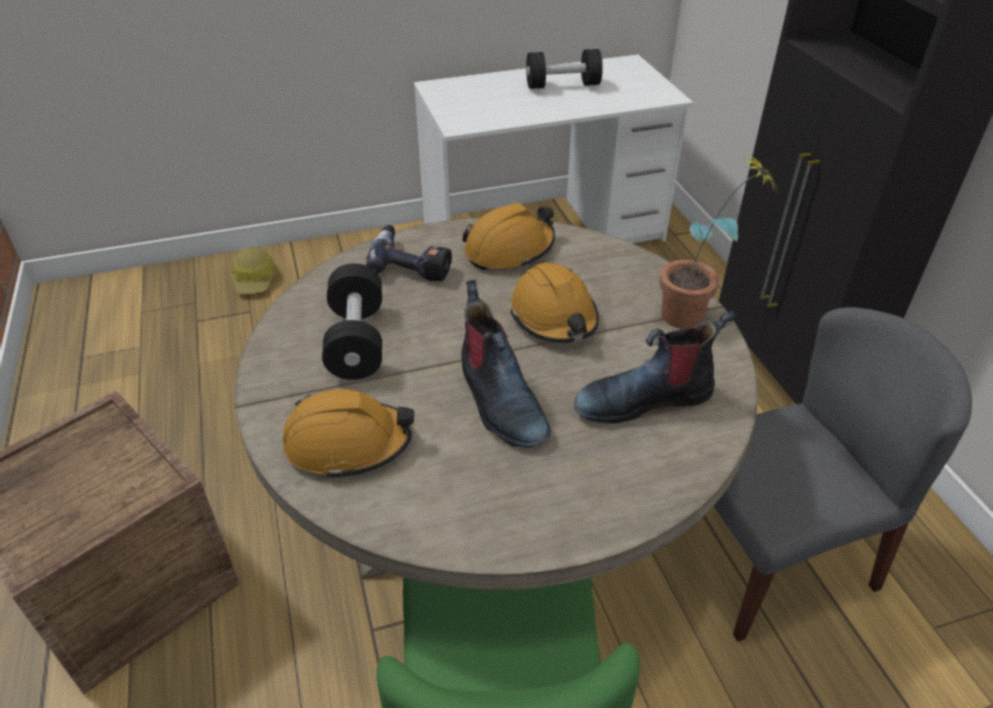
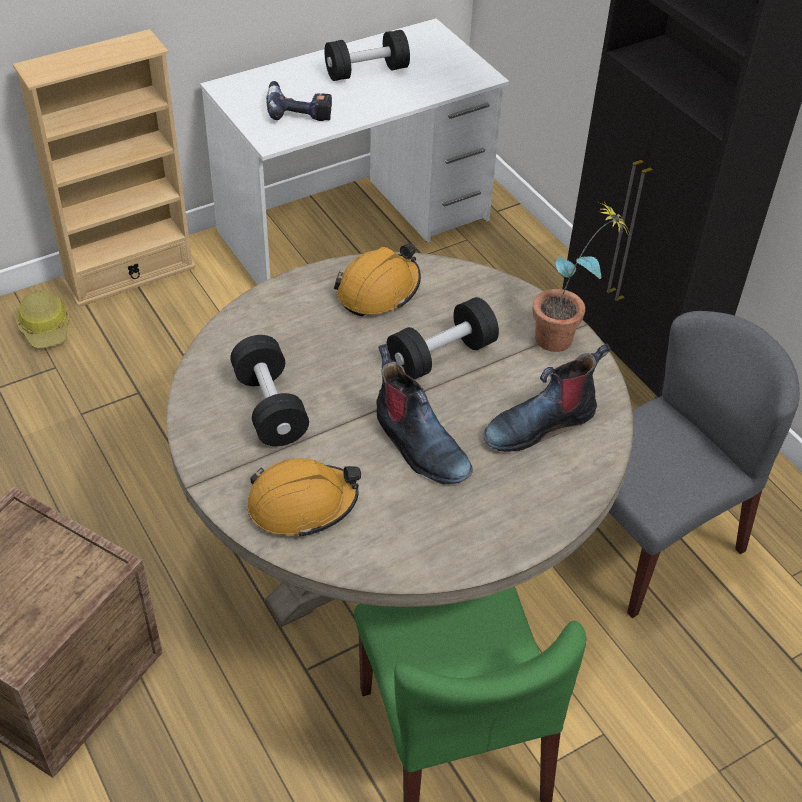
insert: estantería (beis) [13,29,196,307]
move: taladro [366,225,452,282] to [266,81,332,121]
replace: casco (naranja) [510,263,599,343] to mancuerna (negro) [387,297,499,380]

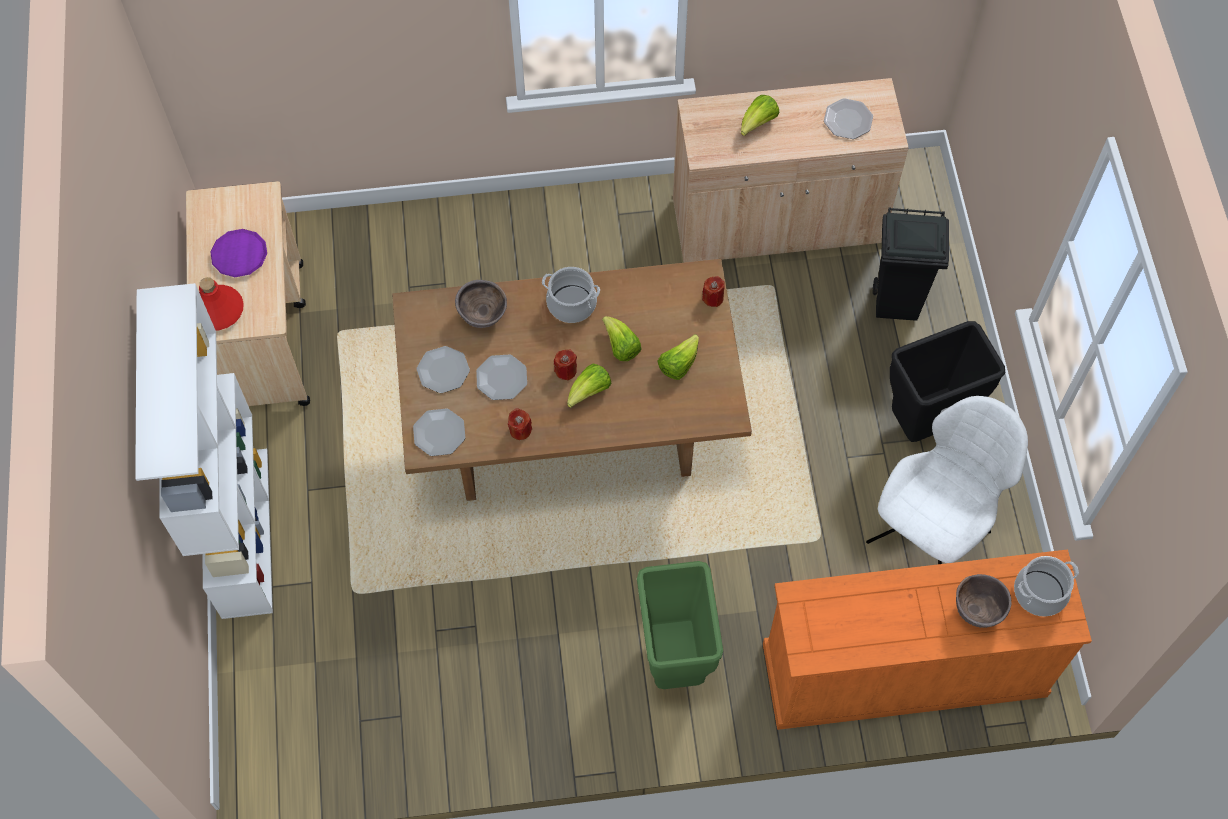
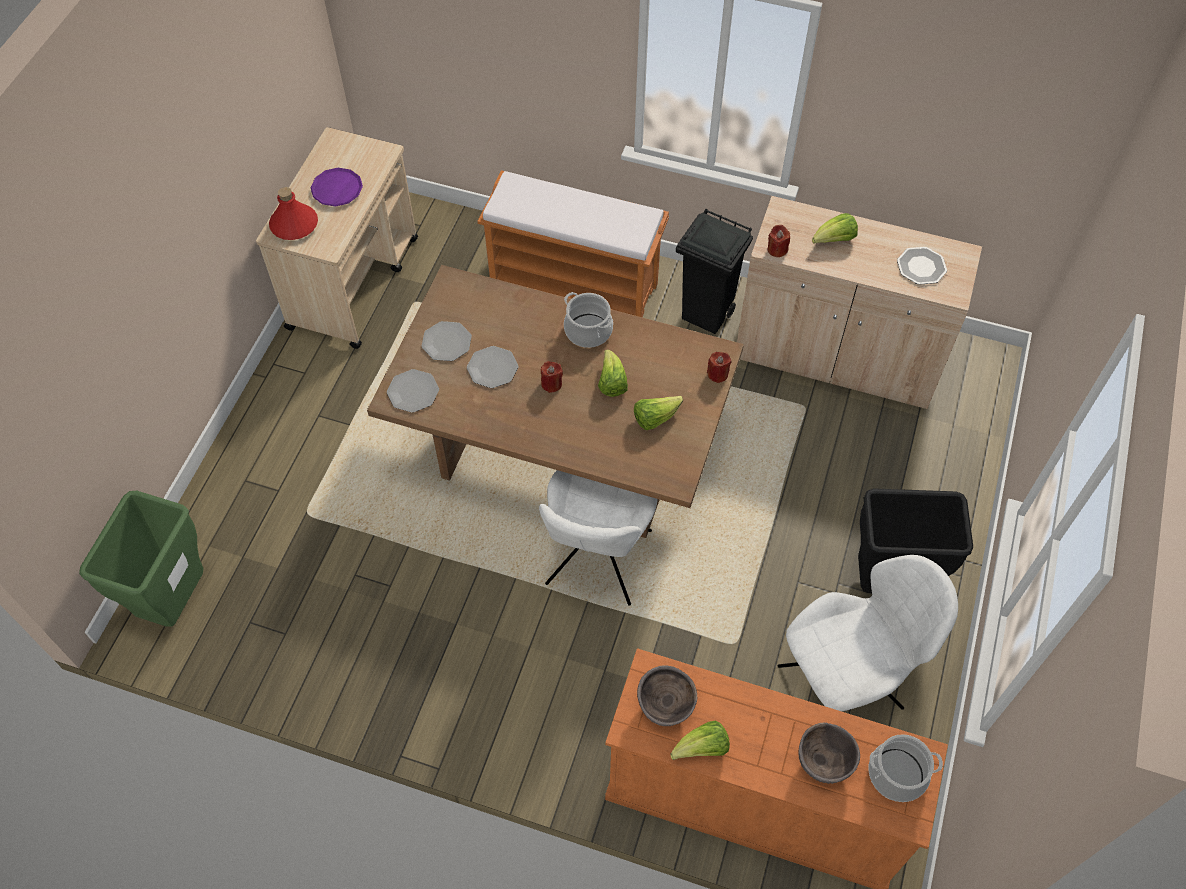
delete: estantería (blanco) [135,283,273,619]
insert: banco (naranja) [477,170,669,318]; silla (blanco) [539,470,658,606]
move: cuenco (marrón) [455,280,507,328] to [637,665,697,726]; vela (rojo) [508,408,532,440] to [768,225,790,257]; lechuga [567,364,612,408] to [671,721,730,760]; papelera (verde) [637,561,723,689] to [79,491,203,626]; papelera (negro) [873,207,949,321] to [676,209,753,334]

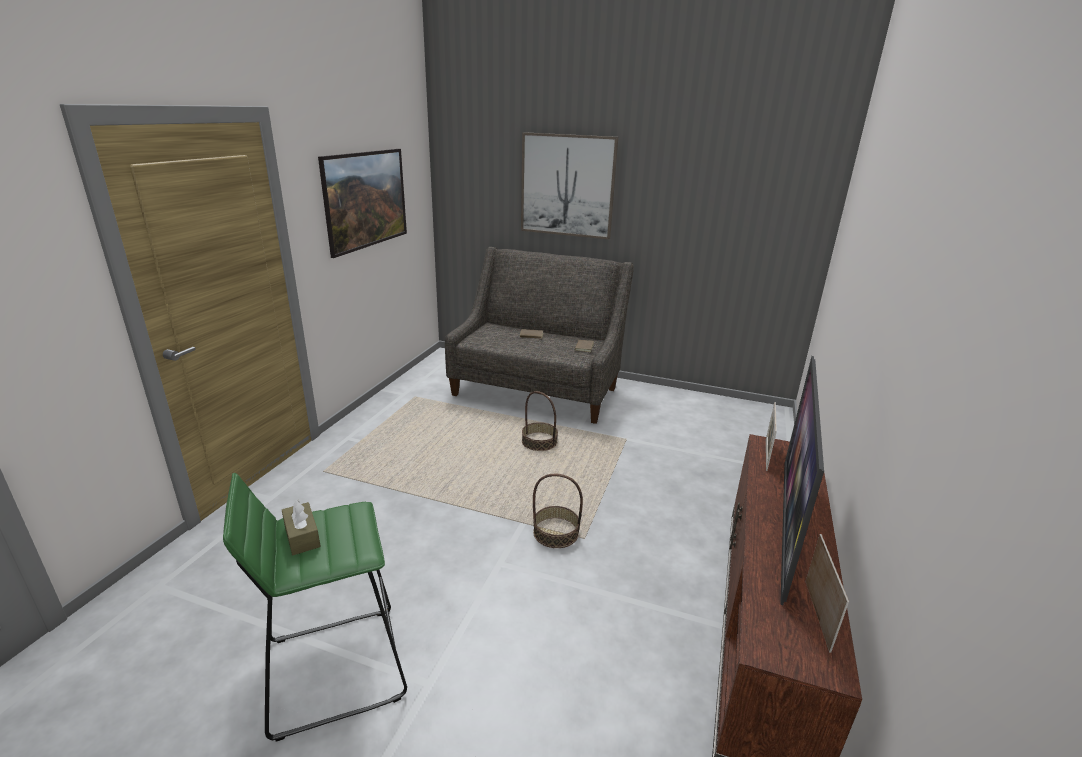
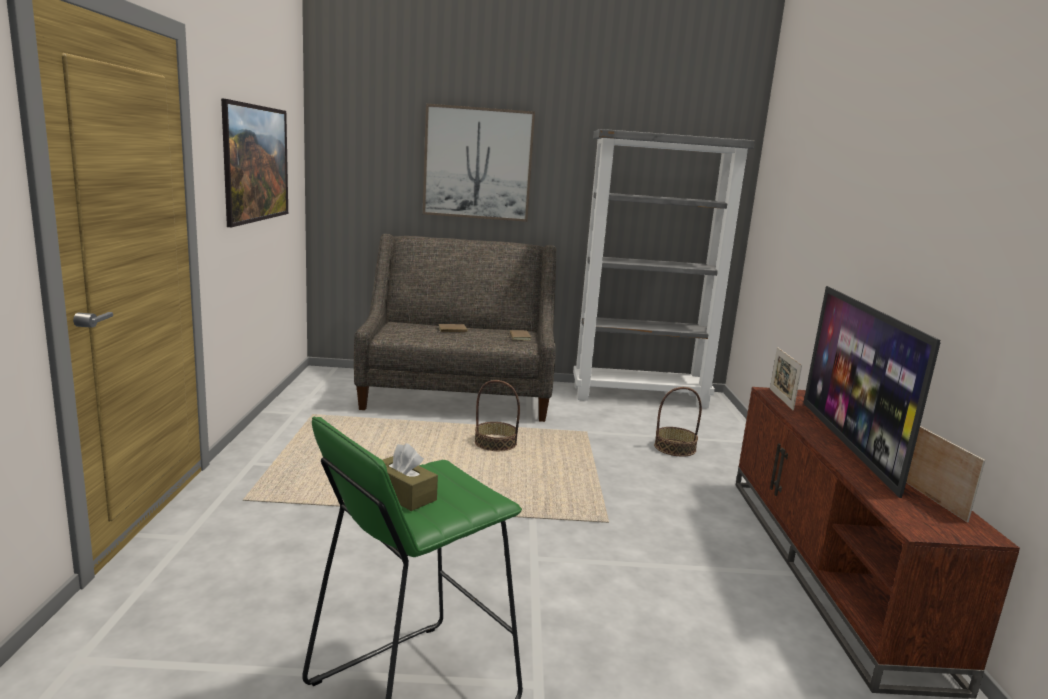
insert: estantería (gris) [573,129,755,408]
move: cesta [533,474,583,548] to [654,387,702,457]

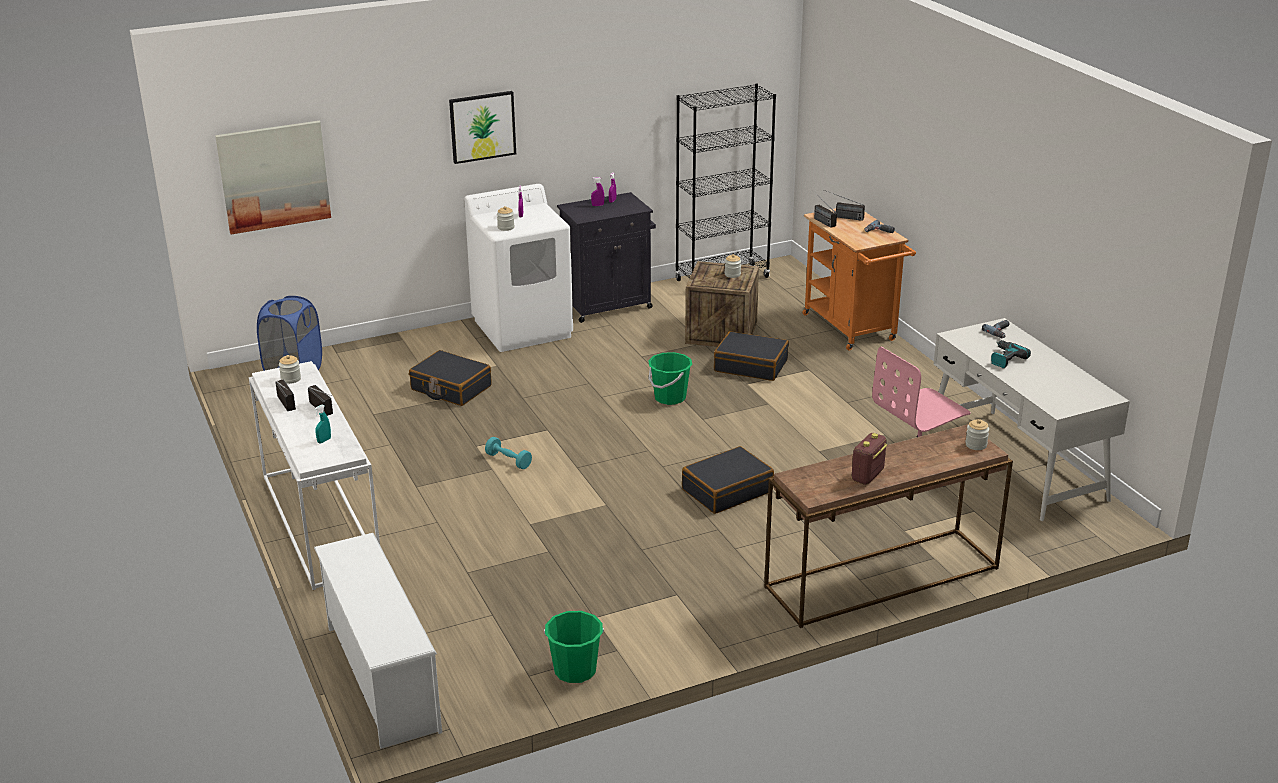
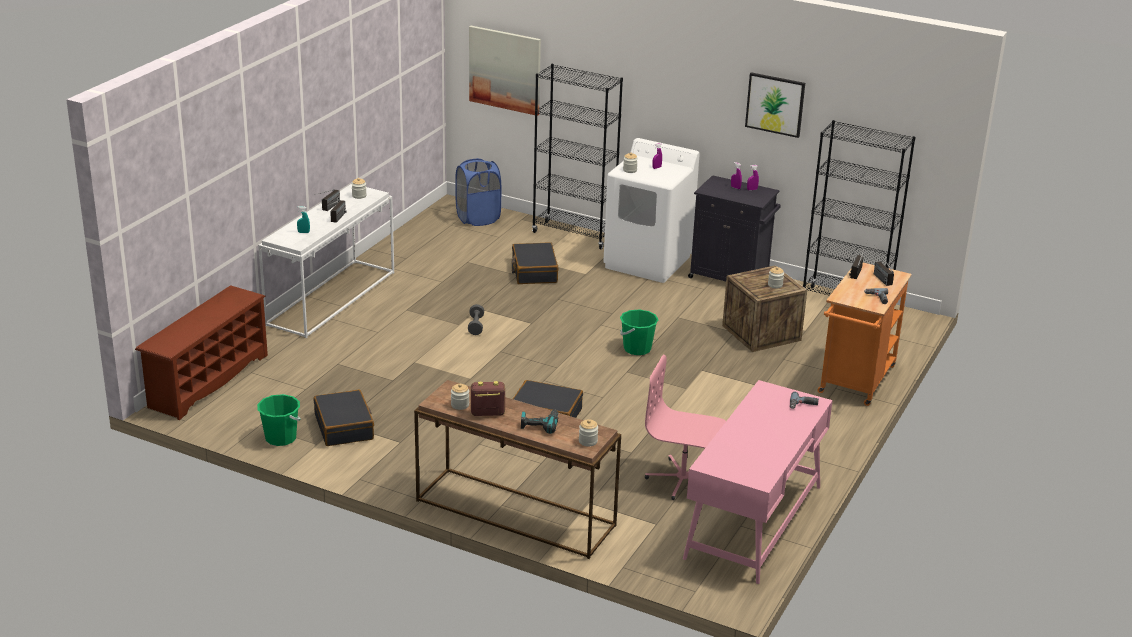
insert: tarro [451,384,469,410]; estantería (negro) [532,64,623,249]
move: cuadro [449,91,516,164] to [745,72,805,138]; maleta (negro) [714,331,789,381] to [314,390,374,446]; taladro [991,340,1031,368] to [521,410,558,434]
recolor: zapatero (blanco) [314,533,442,749] to zapatero (marrón) [135,285,268,420]; mancuerna (turquesa) [485,437,532,469] to mancuerna (gris) [468,304,484,335]; escritorio (blanco) [934,318,1130,521] to escritorio (rosa) [683,380,833,584]

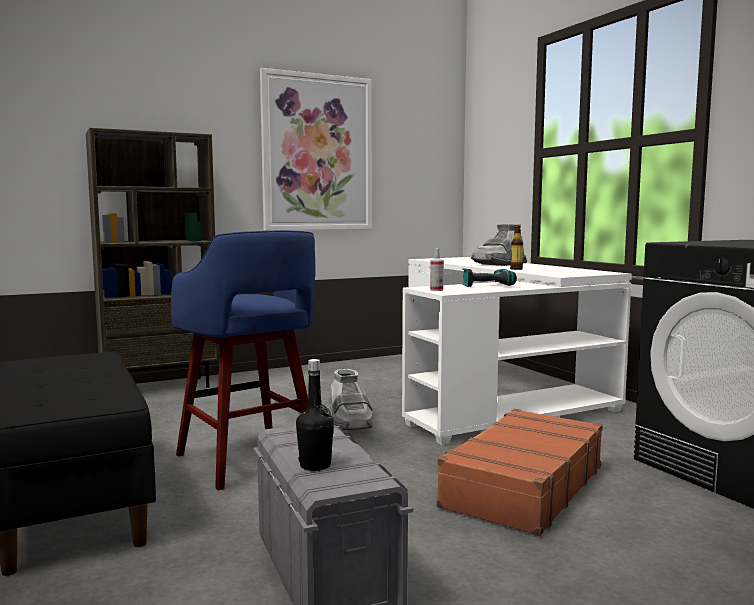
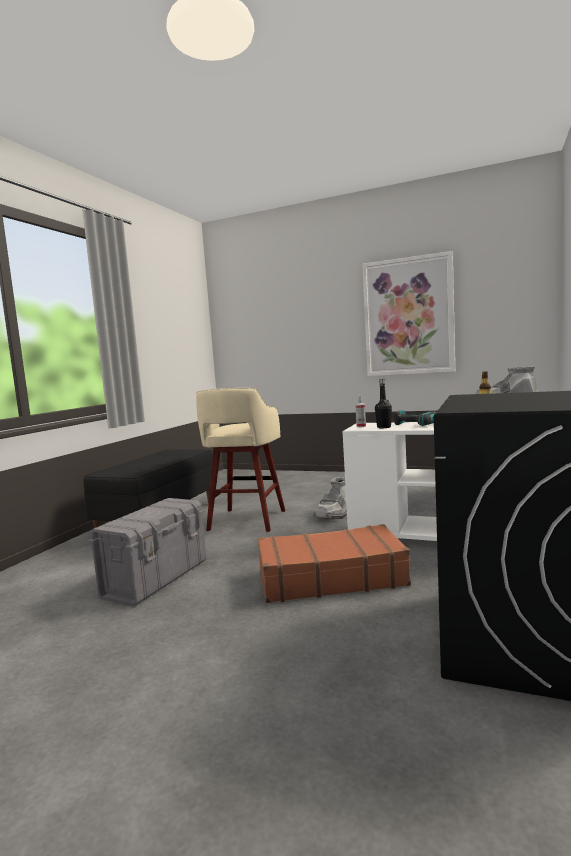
delete: estantería (marrón) [86,128,219,388]
move: botella (negro) [296,359,334,471] to [375,379,392,428]
recolor: taburete (azul) [171,231,315,491] to taburete (beis) [196,388,285,532]

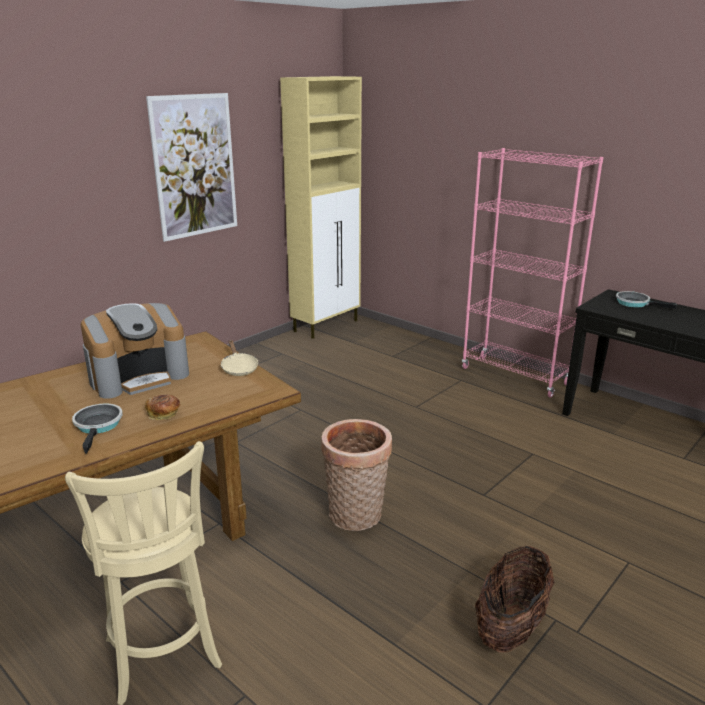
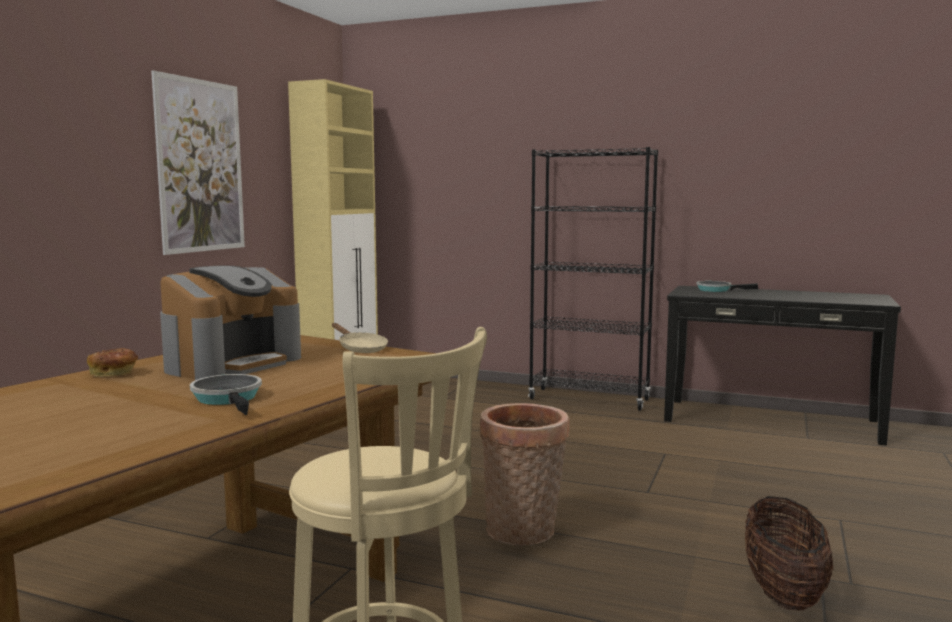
move: pan [145,394,180,420] to [87,348,138,377]
recolor: estantería (rosa) [462,148,603,398] to estantería (negro) [528,147,658,411]

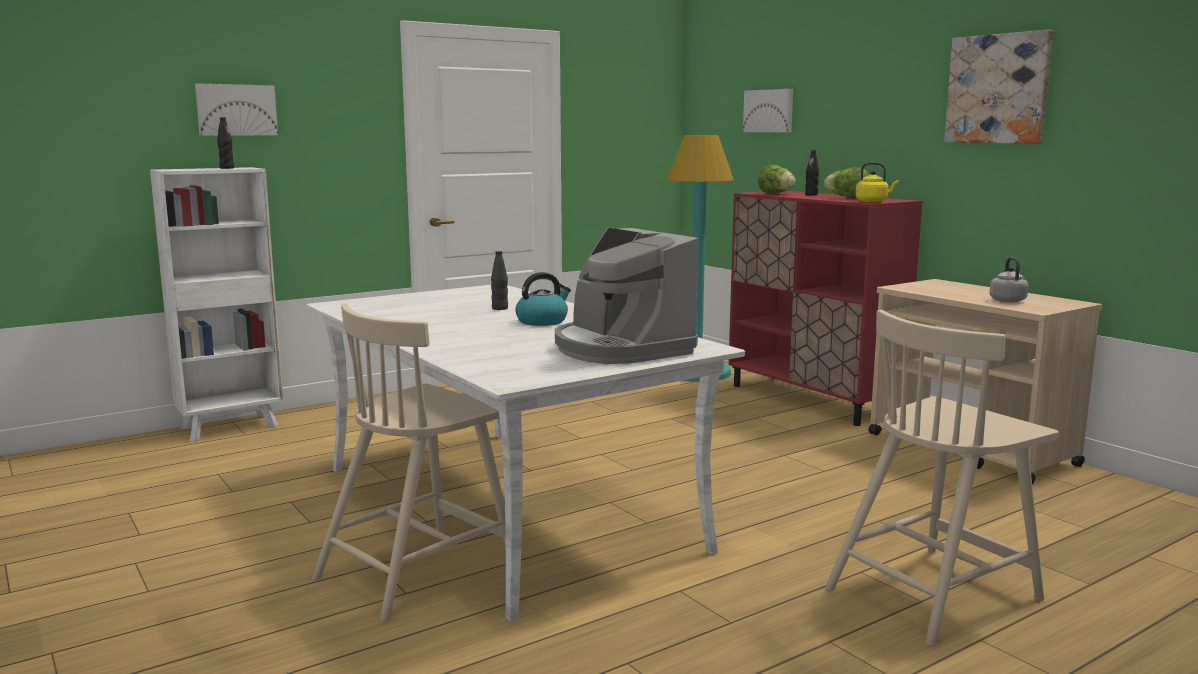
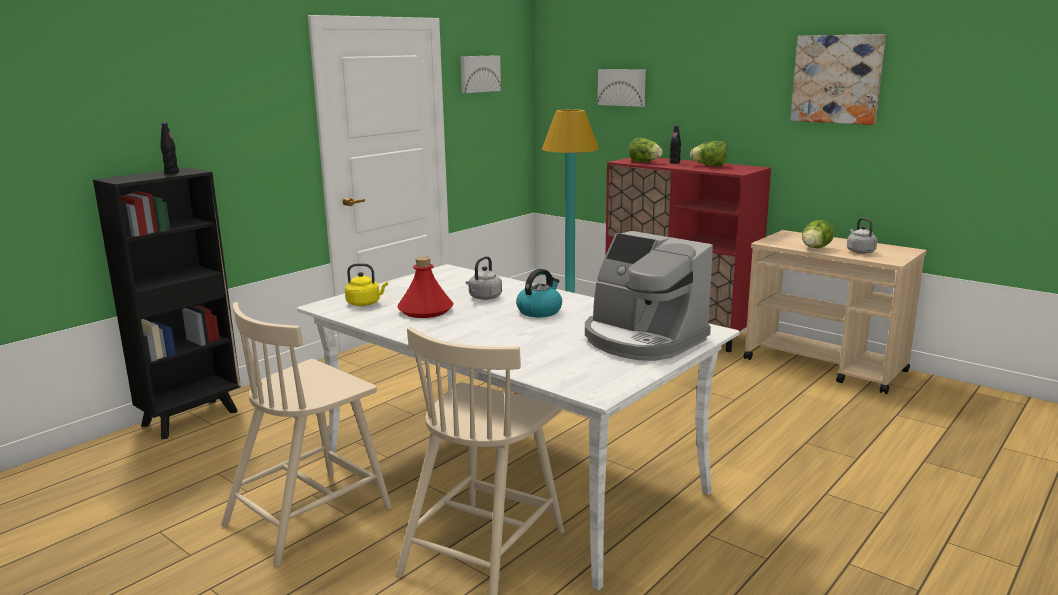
insert: botella (rojo) [397,256,453,318]; lechuga [802,220,834,248]
move: cuadro [195,83,278,136] to [461,55,501,93]; silla (beis) [825,310,1059,647] to [221,302,392,567]; hervidor (amarillo) [856,162,899,202] to [345,263,388,306]
replace: botella (negro) [491,251,508,310] to hervidor (gris) [466,256,502,300]
recolor: estantería (blanco) [150,167,283,442] to estantería (negro) [93,168,241,439]

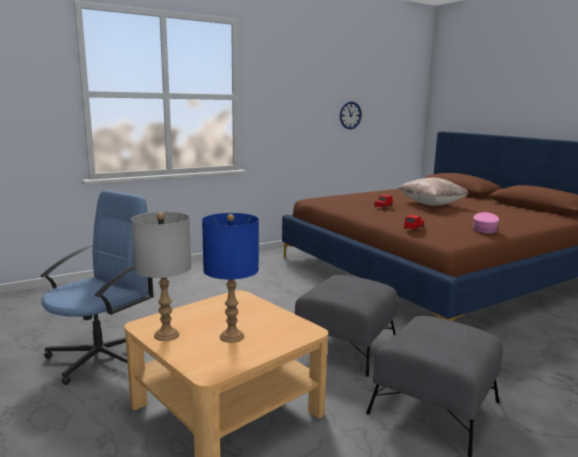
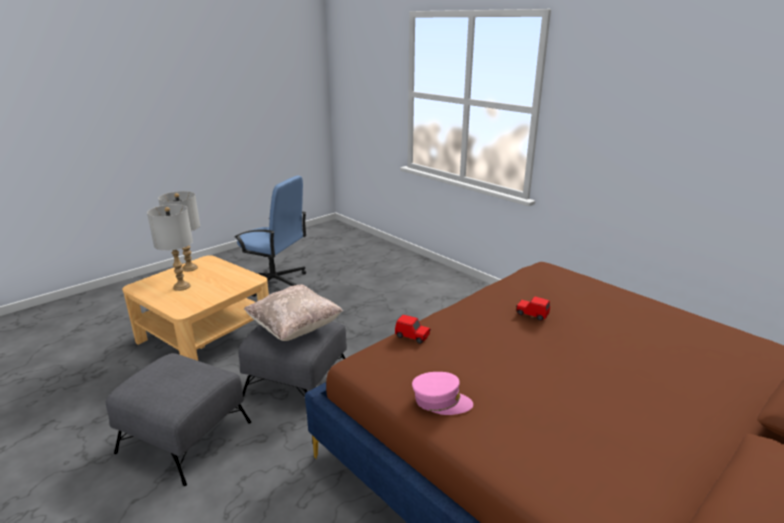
delete: reloj de pared [340,101,362,129]
move: cojín (beis) [398,178,469,206] to [244,284,343,341]
recolor: lámpara de mesa (azul) [202,213,259,343] to lámpara de mesa (gris) [147,204,193,291]

